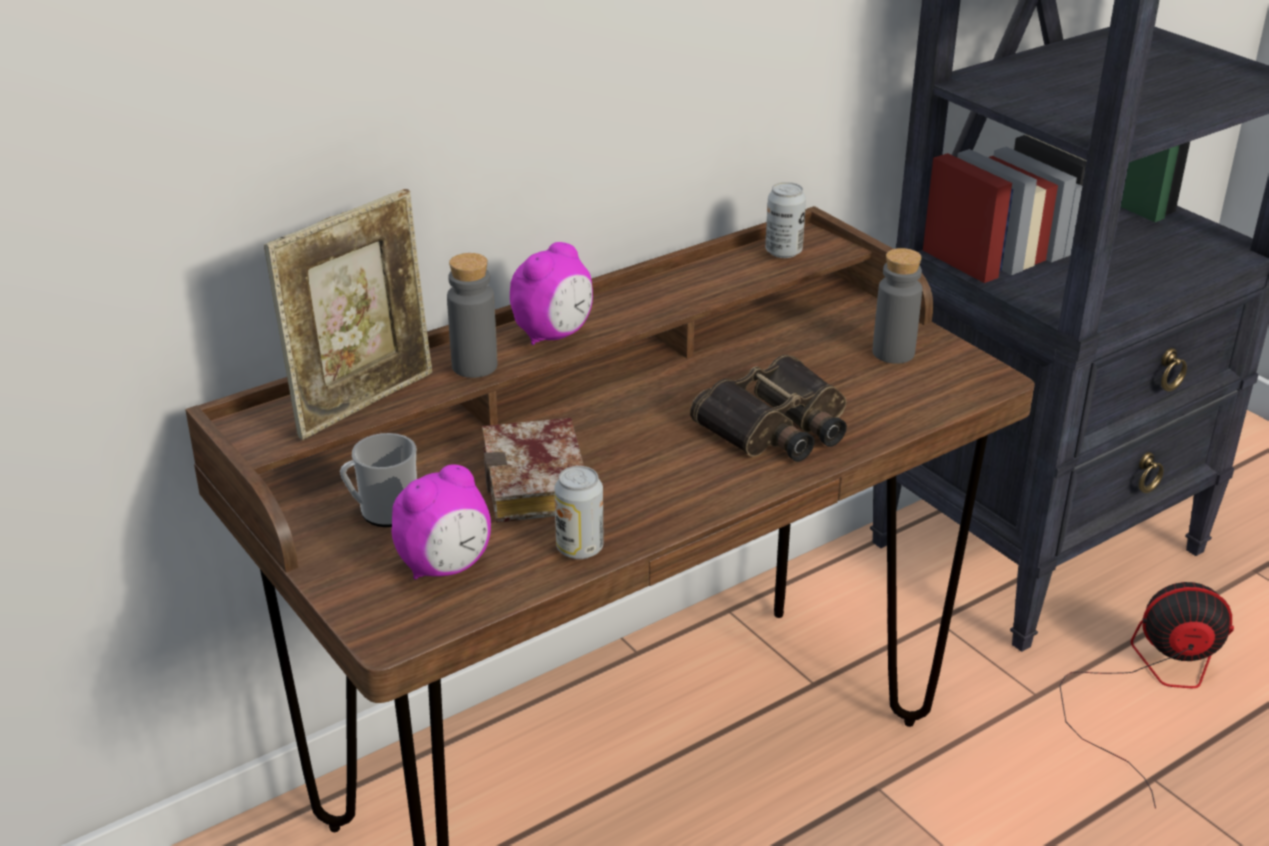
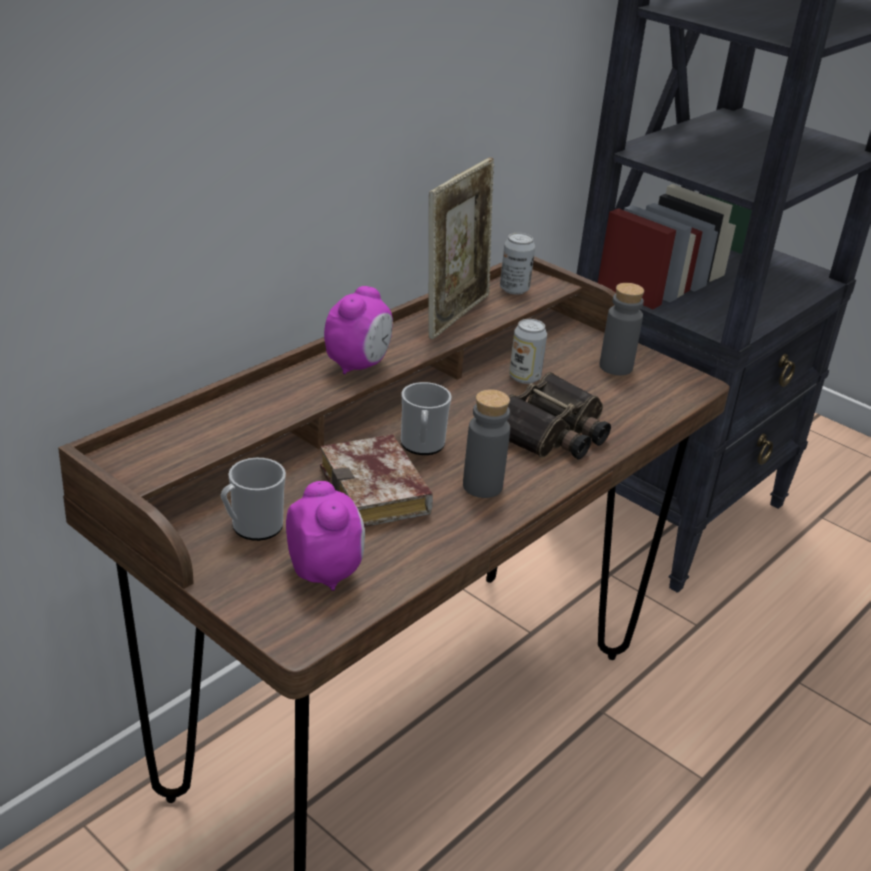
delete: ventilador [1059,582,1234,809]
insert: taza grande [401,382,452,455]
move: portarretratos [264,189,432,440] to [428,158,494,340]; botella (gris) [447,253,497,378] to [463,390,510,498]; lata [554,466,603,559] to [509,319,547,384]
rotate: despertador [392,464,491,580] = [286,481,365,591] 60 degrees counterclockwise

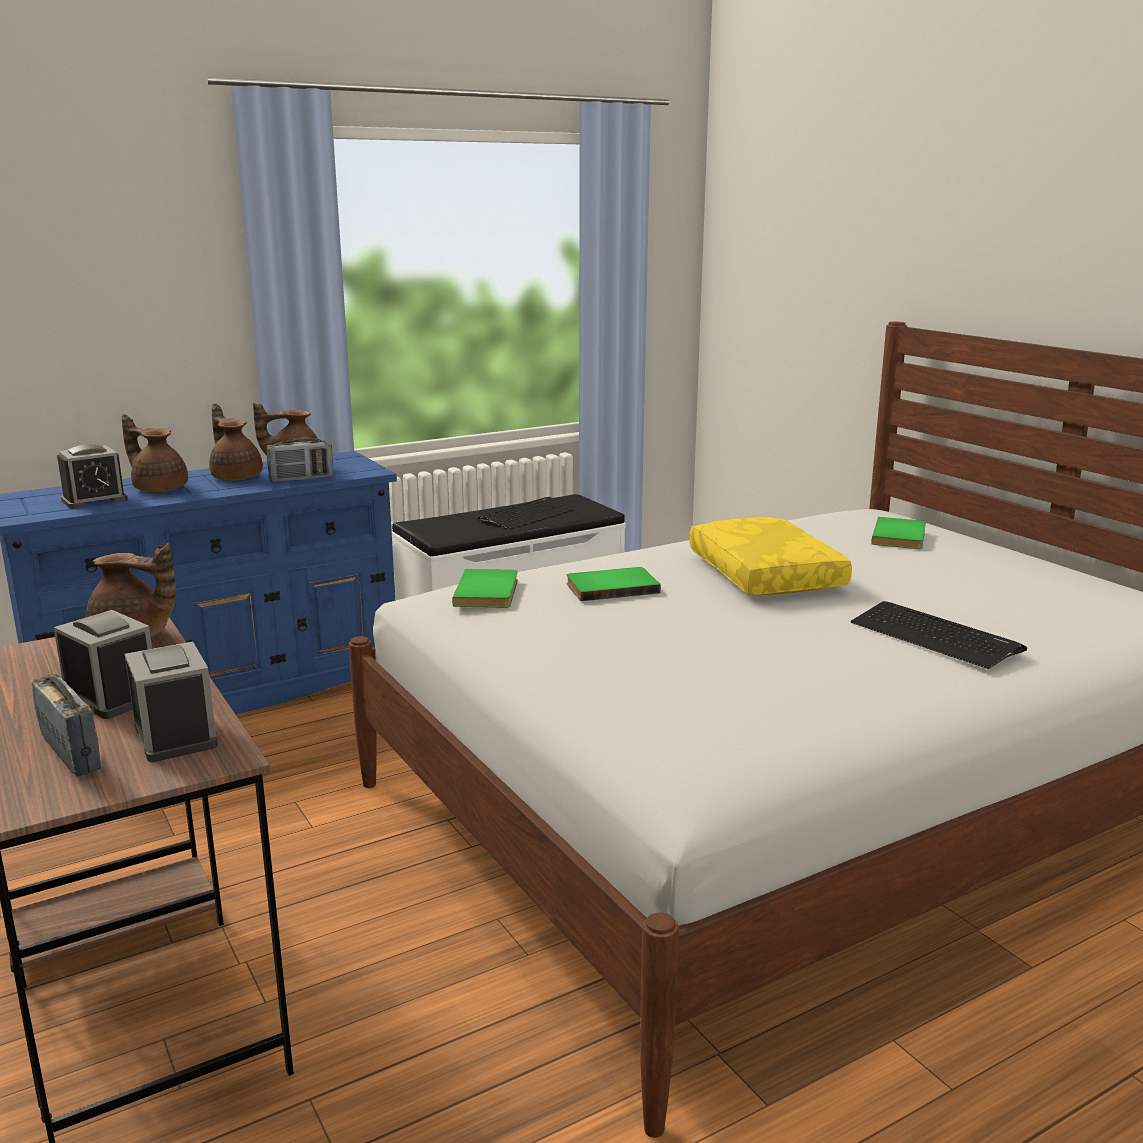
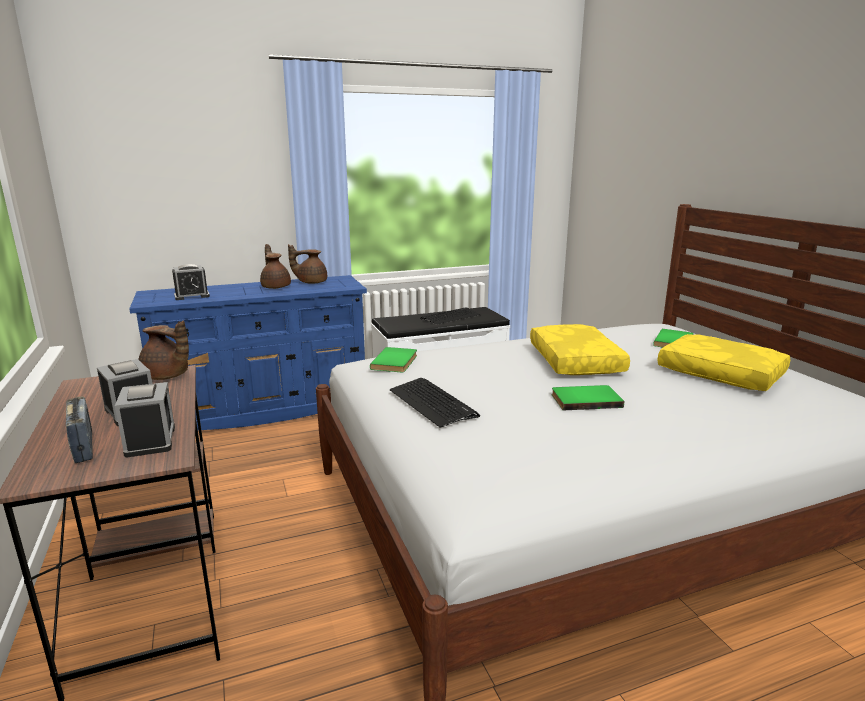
delete: tetera (marrón) [122,414,188,492]; radio [267,438,334,483]
insert: cojín (amarillo) [657,334,790,391]
move: libro (verde) [567,567,661,601] to [552,385,624,410]; teclado [851,601,1027,669] to [390,378,480,428]

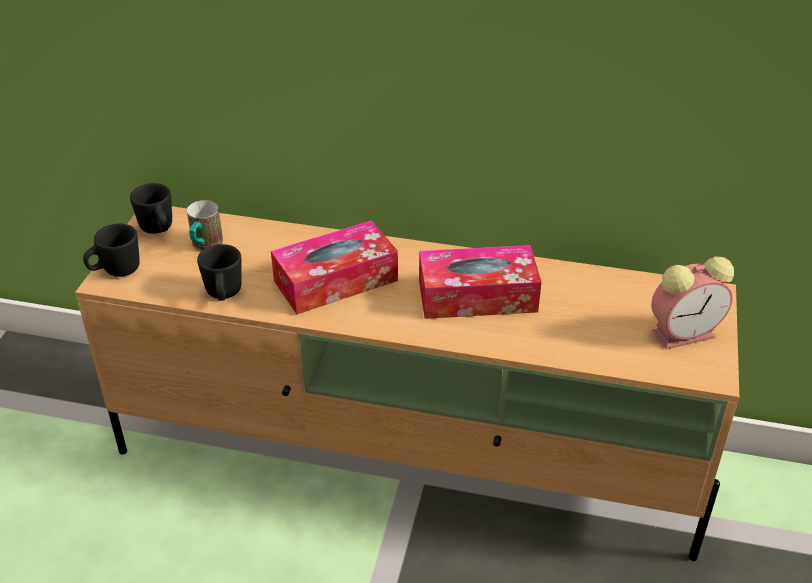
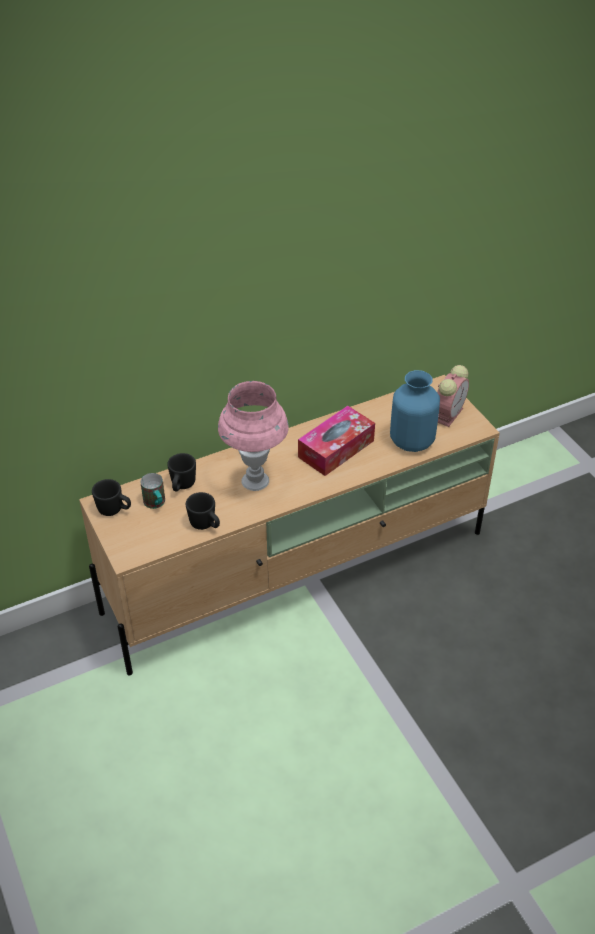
insert: florero (azul) [390,370,440,452]
move: taza grande (negro) [83,224,140,277] to [167,453,196,491]
replace: caja de pañuelos [271,220,398,314] to lámpara de mesa (rosa) [218,381,289,491]

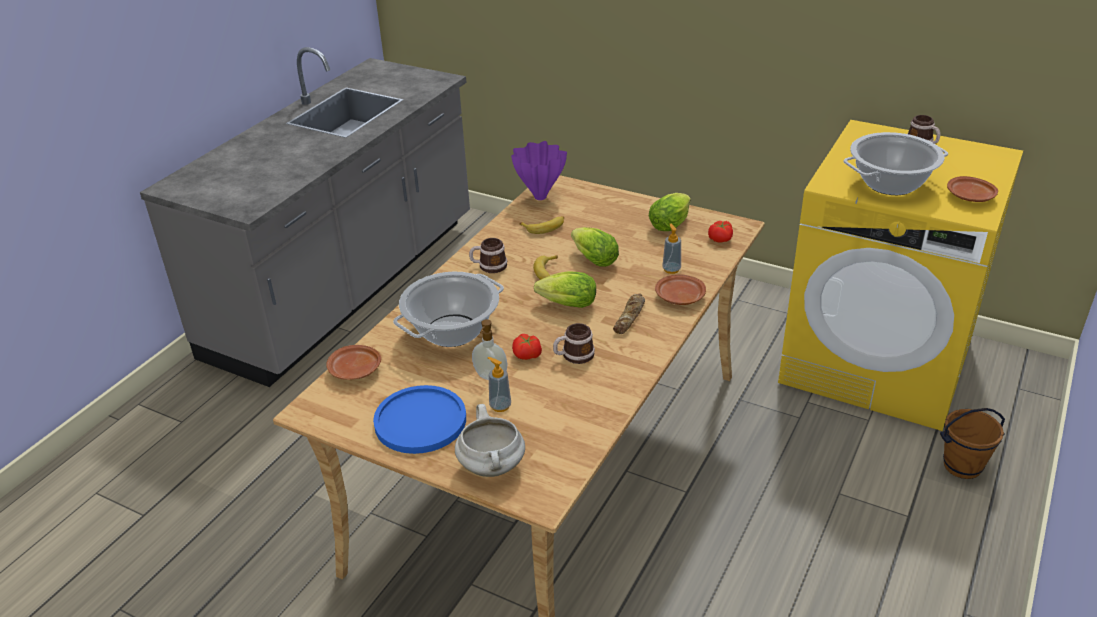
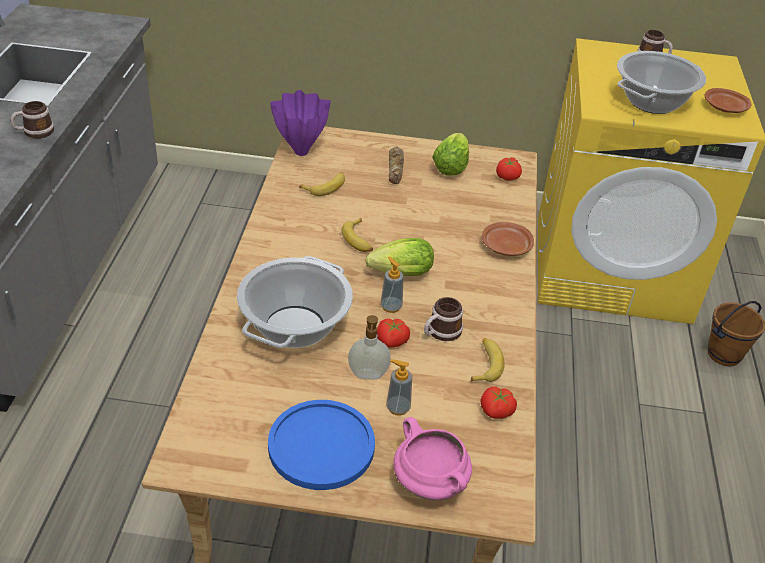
delete: plato (marrón) [326,345,381,380]; lechuga [571,227,619,267]
insert: plátano [471,338,504,382]; tomate [480,387,517,419]
move: taza grande [469,238,507,273] to [10,101,54,139]; pan [613,294,645,334] to [389,146,404,184]; dispensador de jabón [662,224,681,274] to [381,256,404,313]
recolor: olla (blanco) [455,404,525,477] to olla (rosa) [393,417,472,501]

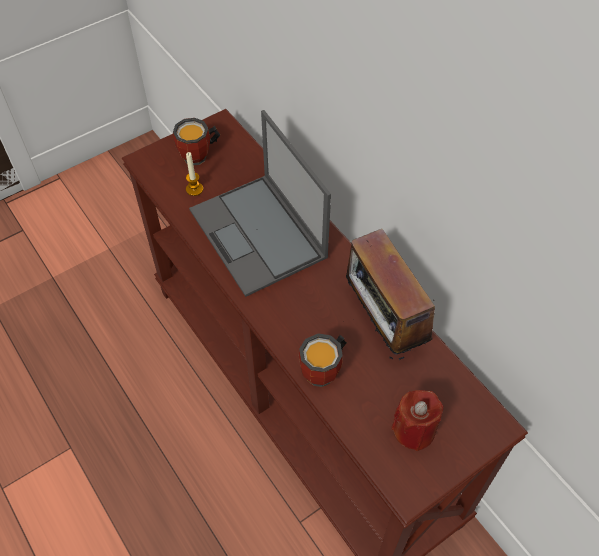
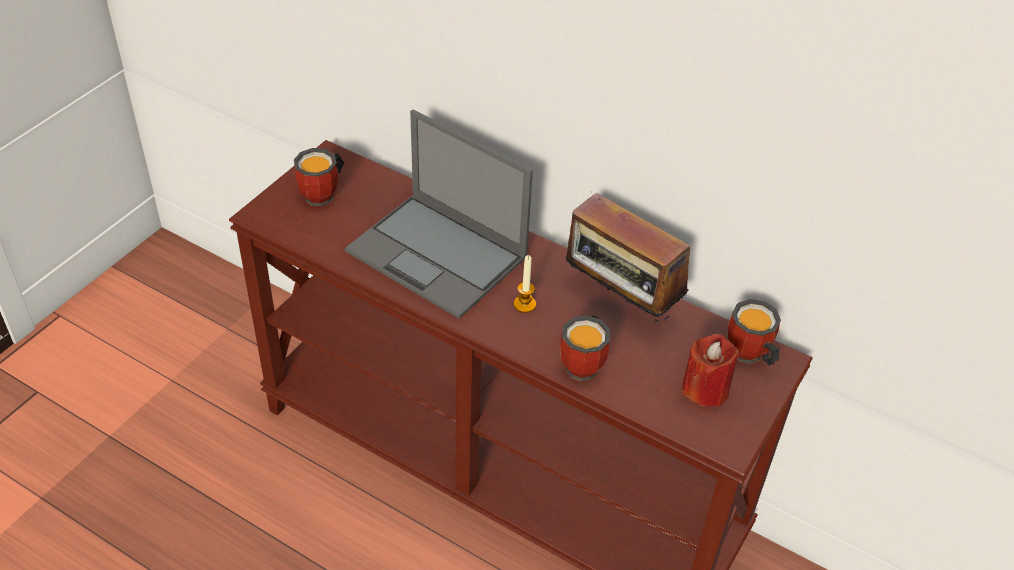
insert: taza grande [728,299,781,366]
move: vela [186,152,203,196] to [514,255,536,313]

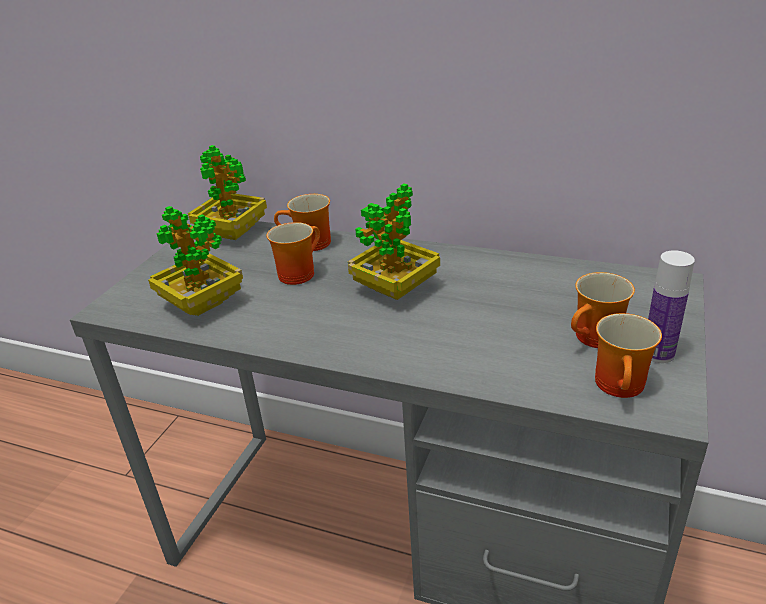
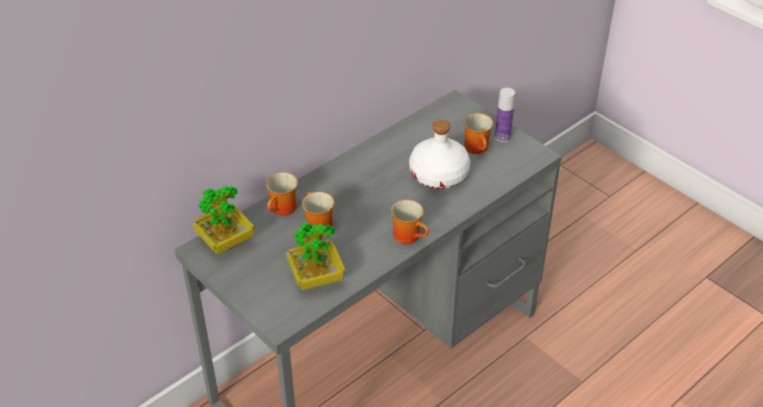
delete: planta en maceta [348,183,440,300]
insert: botella (blanco) [409,120,470,189]
move: taza grande [595,313,662,398] to [391,200,429,245]

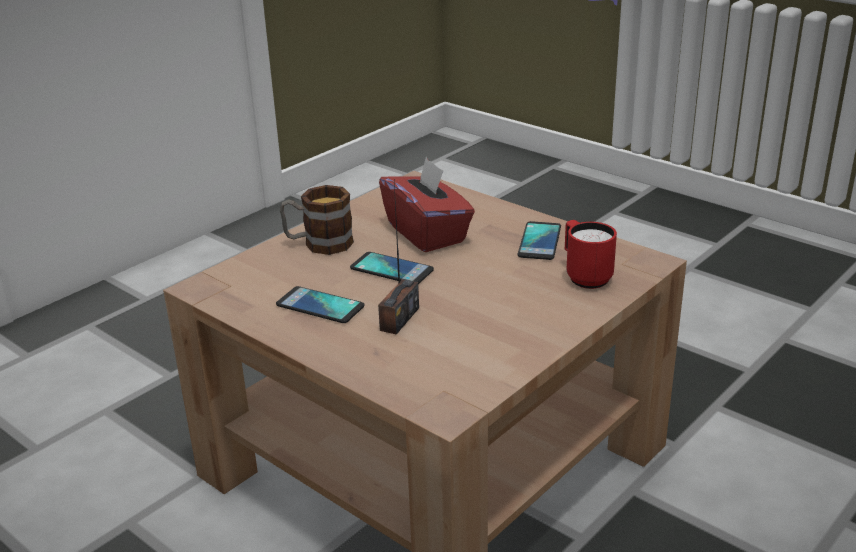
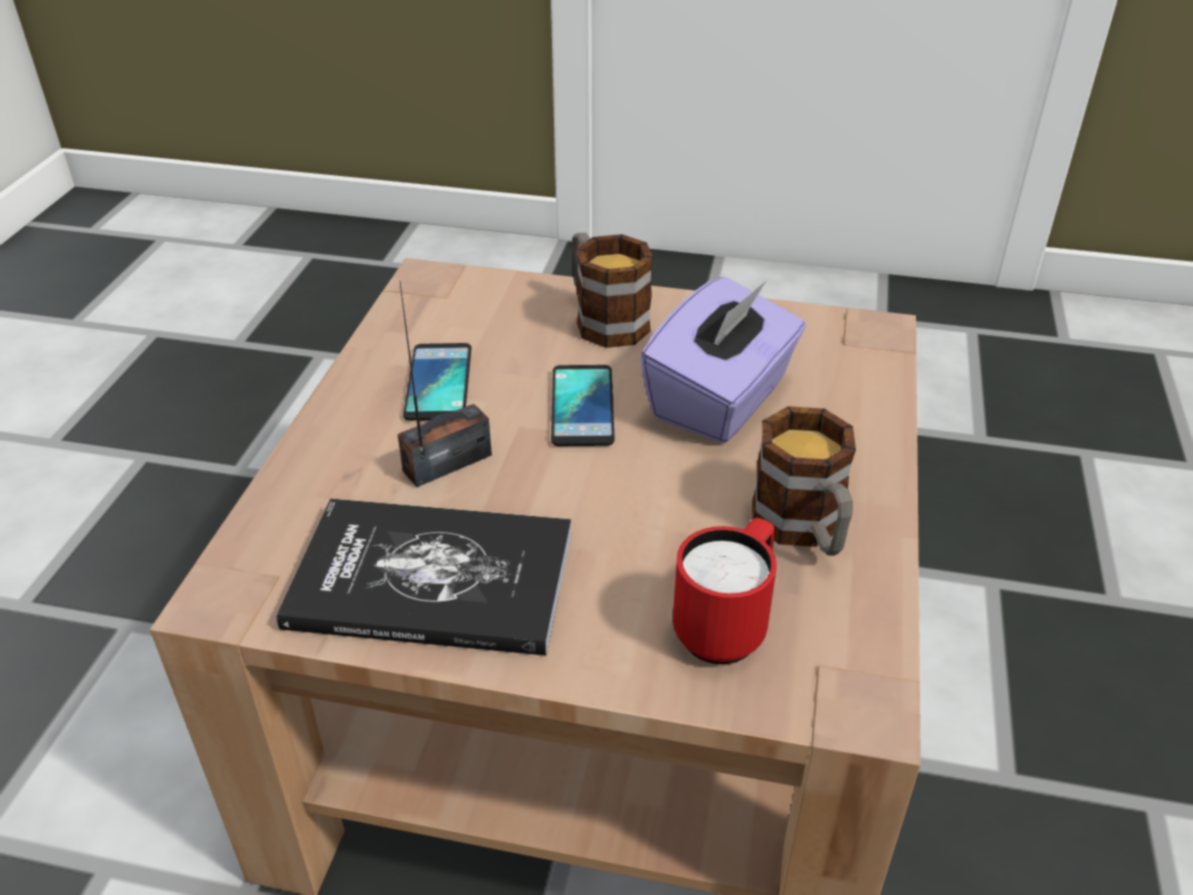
insert: libro [276,498,572,656]
replace: móvil [518,221,561,260] to taza grande [752,406,856,556]
recolor: caja de pañuelos (rojo) [379,157,475,252] to caja de pañuelos (morado) [640,277,806,443]
rotate: radio [378,181,419,335] = [397,282,492,487] 150 degrees clockwise

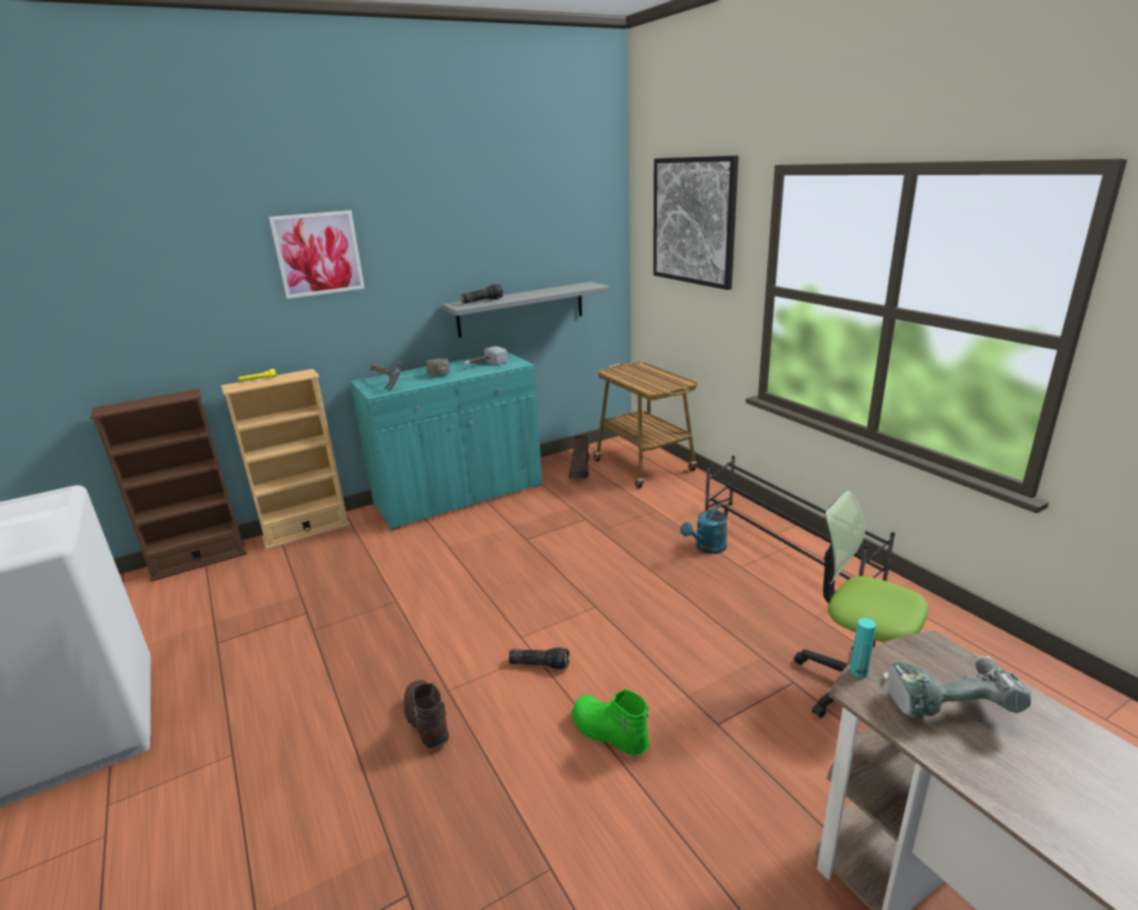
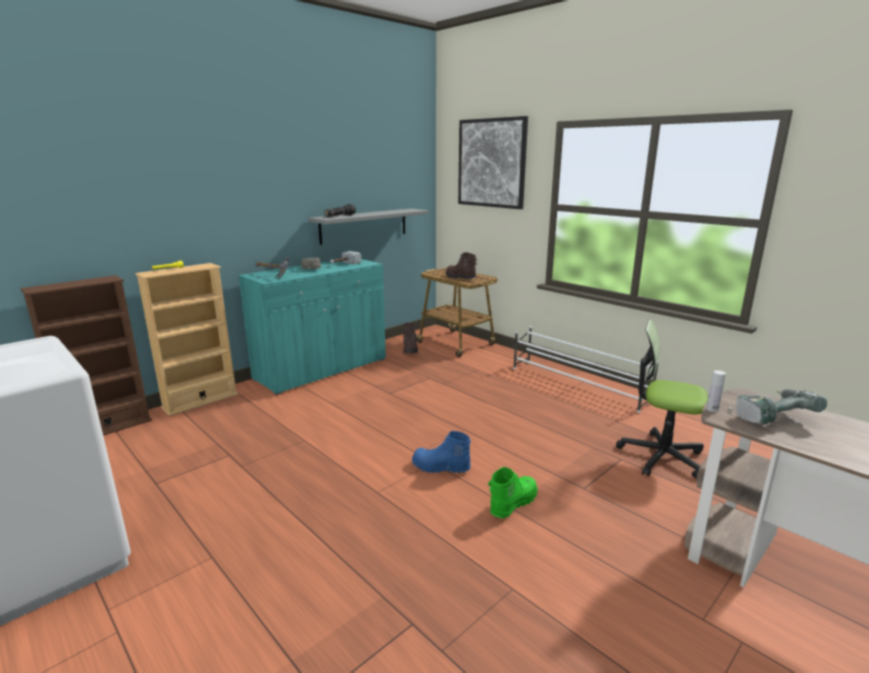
delete: cuadro [269,210,365,299]; regadera (turquesa) [681,503,728,554]
move: bota (marrón) [404,680,449,749] to [446,252,477,279]
replace: linterna [509,647,569,669] to bota (azul) [412,431,471,473]
recolor: zapatero (negro) [705,456,895,581] to zapatero (blanco) [513,326,659,413]; botella (turquesa) [850,618,876,678] to botella (blanco) [706,370,726,412]
rotate: bota (verde) [572,689,650,756] = [488,467,538,518] 105 degrees clockwise

